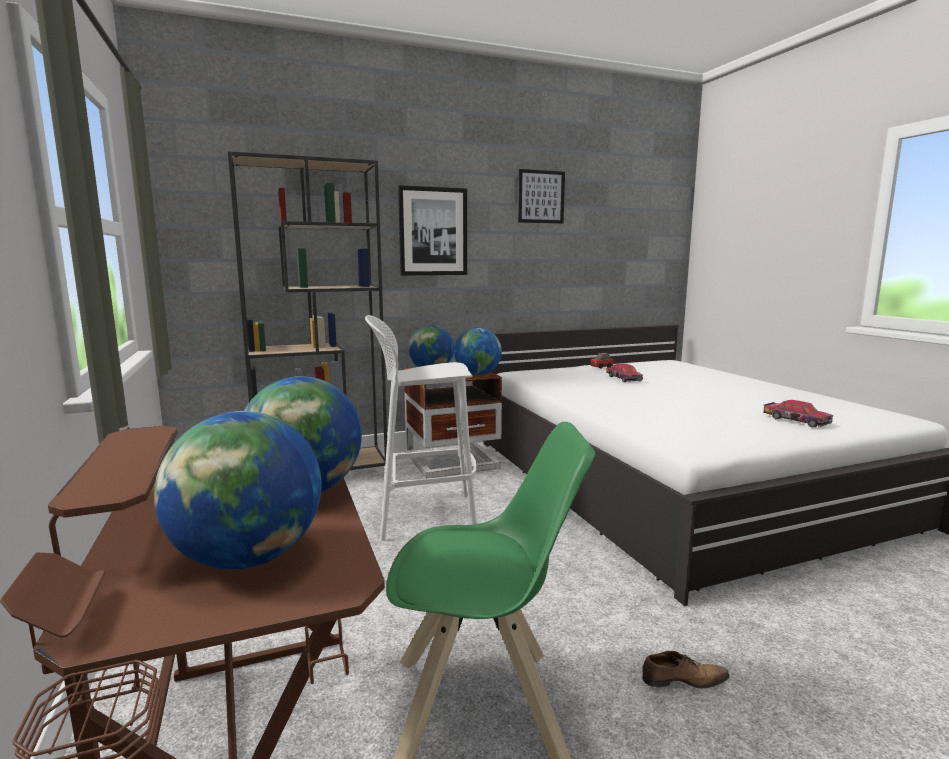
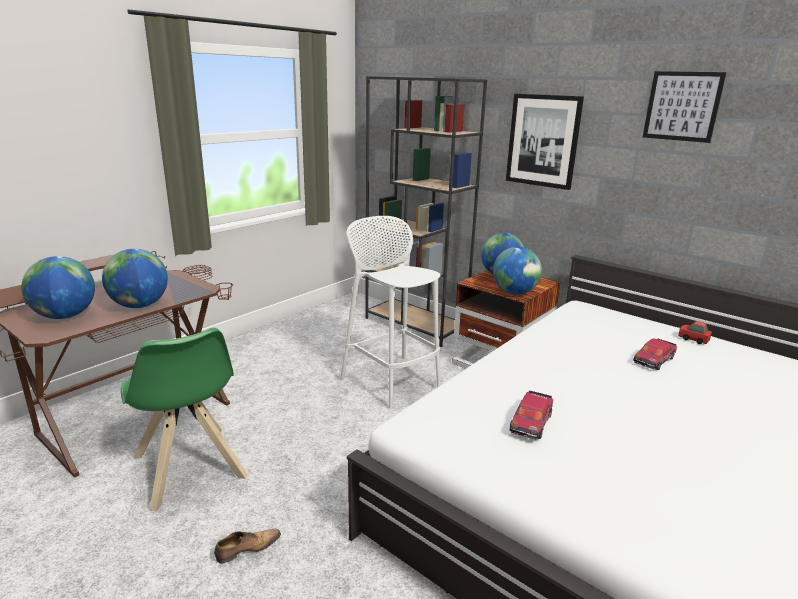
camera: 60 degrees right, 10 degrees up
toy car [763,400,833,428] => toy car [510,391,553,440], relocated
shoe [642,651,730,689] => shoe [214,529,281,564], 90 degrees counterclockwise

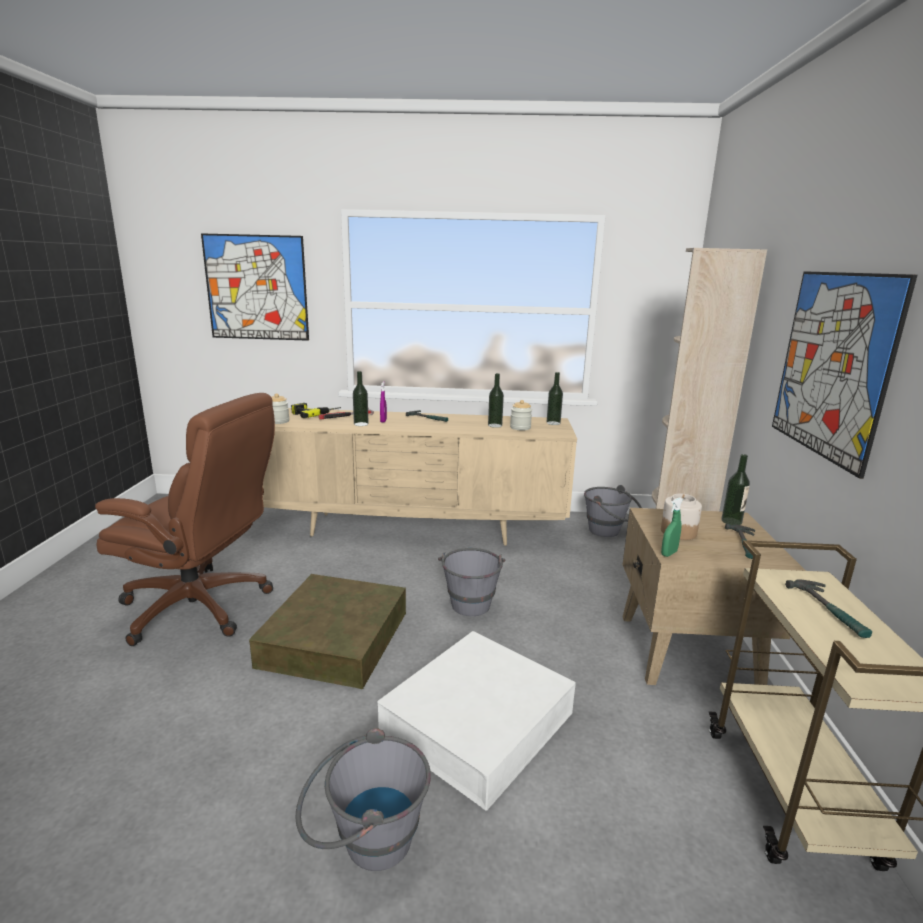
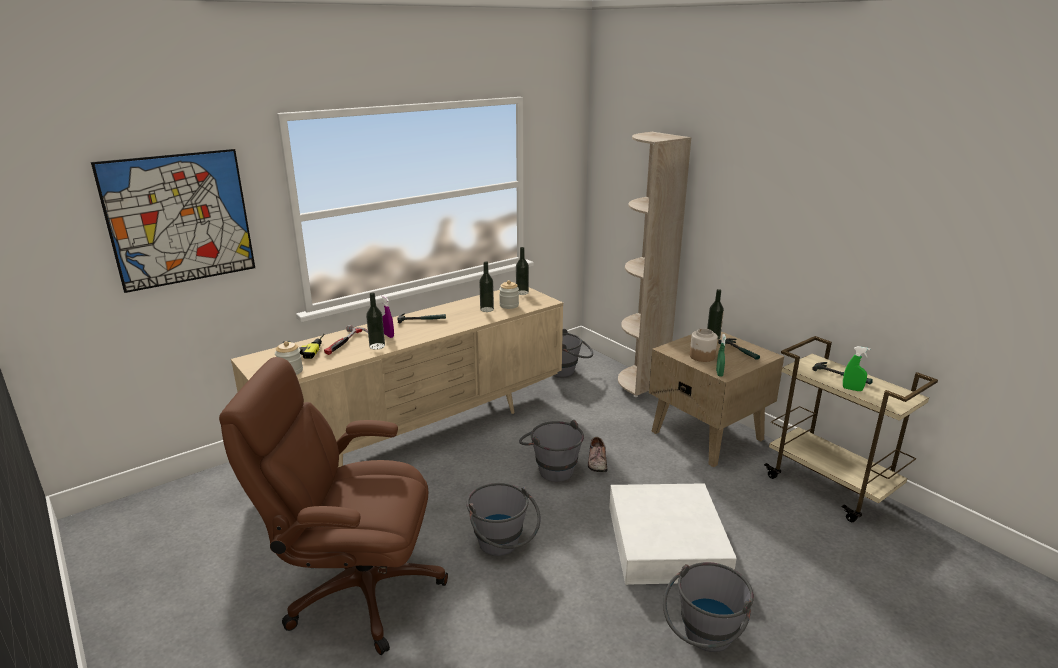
camera: 40 degrees left, 5 degrees up
wall art [772,271,917,479] => nothing
nothing => shoe [588,437,607,472]
nothing => green-coloured hand sprayer [843,346,870,391]
brown storage container [249,574,406,689] => gray bucket [466,483,541,556]
brown computer chair [95,393,275,646] => brown computer chair [219,357,448,655], 150 degrees counterclockwise

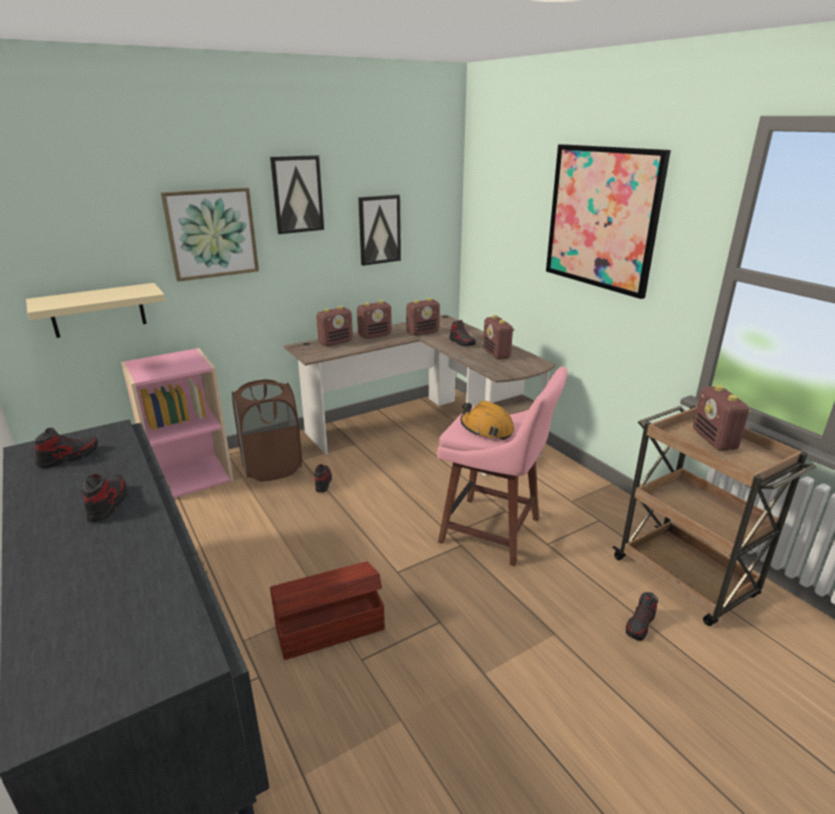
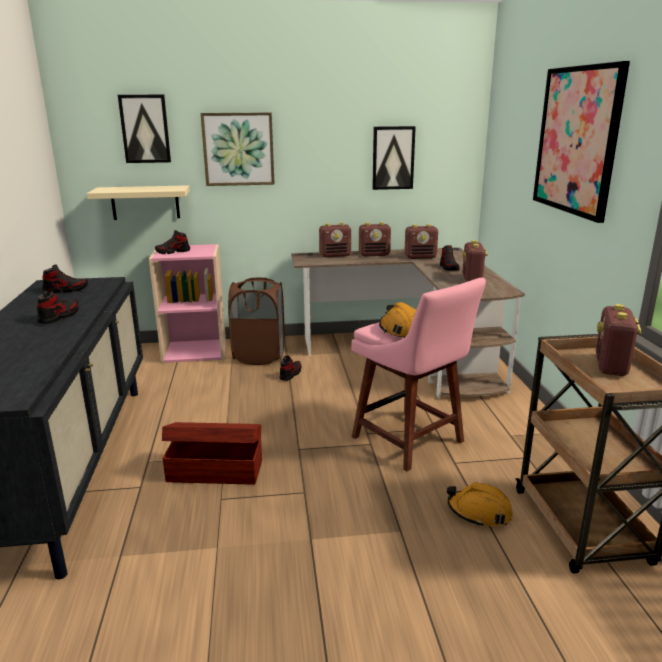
camera: 25 degrees right, 5 degrees down
nothing => orangey work helmet [447,482,513,527]
wall art [270,155,324,234] => wall art [118,95,171,163], relocated
shoe [626,592,658,641] => shoe [155,230,190,254], relocated

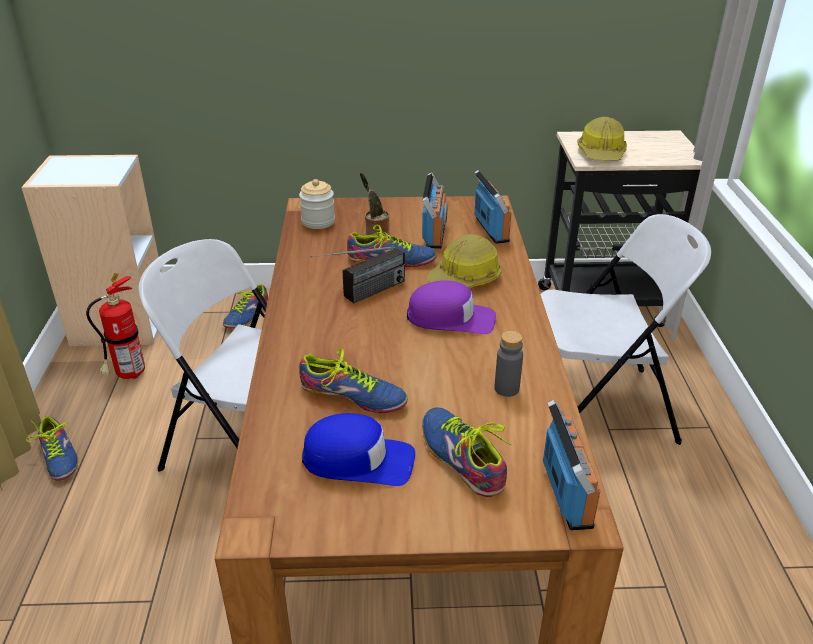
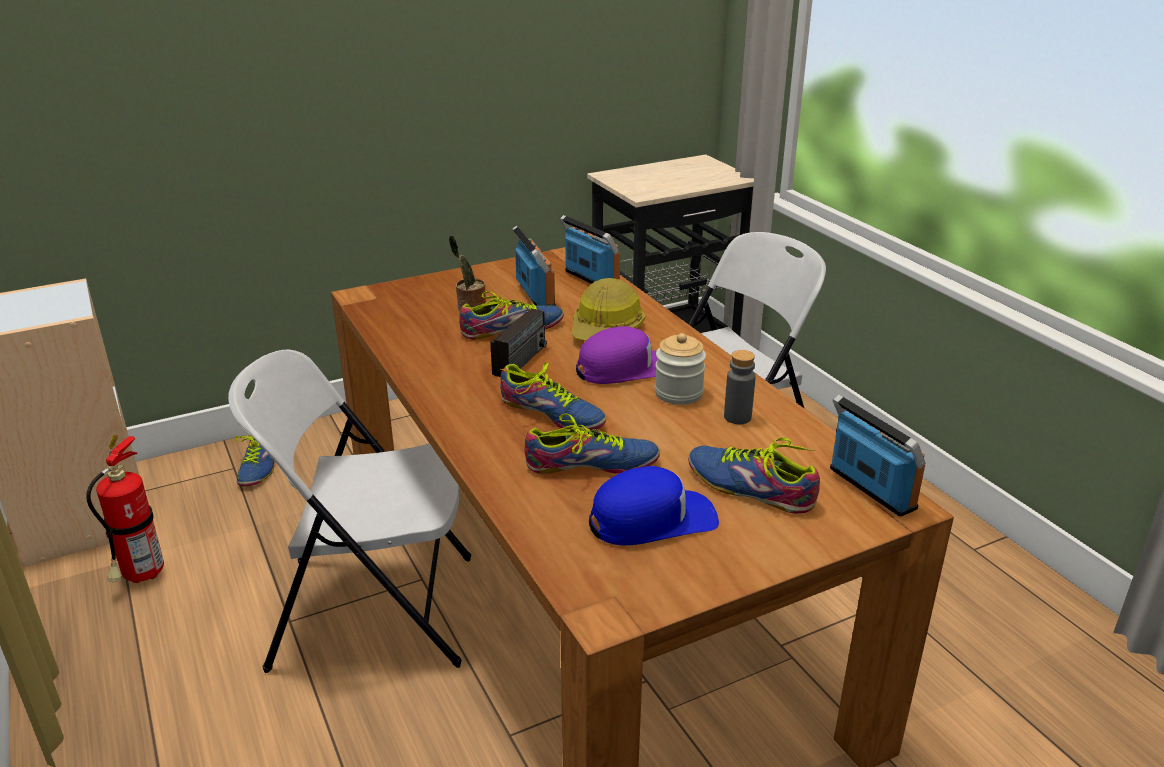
camera: 25 degrees left, 5 degrees down
work helmet [577,117,627,161] => nothing
shoe [26,416,78,481] => shoe [500,362,606,430], relocated
storage jar [299,179,335,229] => storage jar [655,333,706,405], relocated

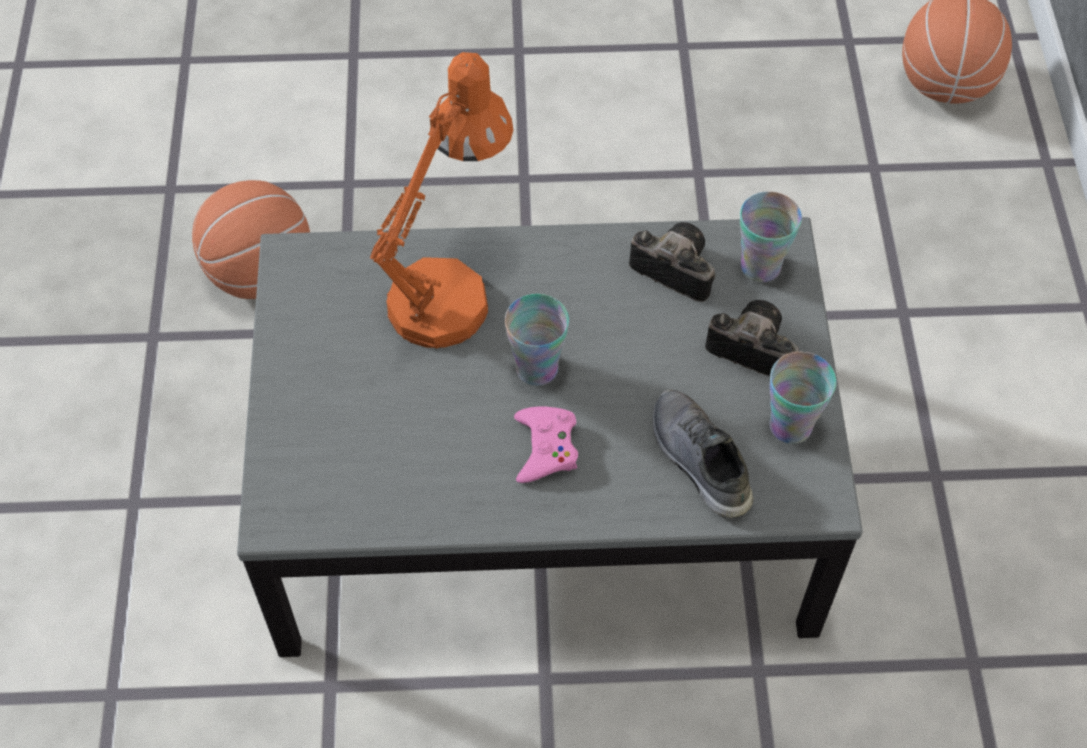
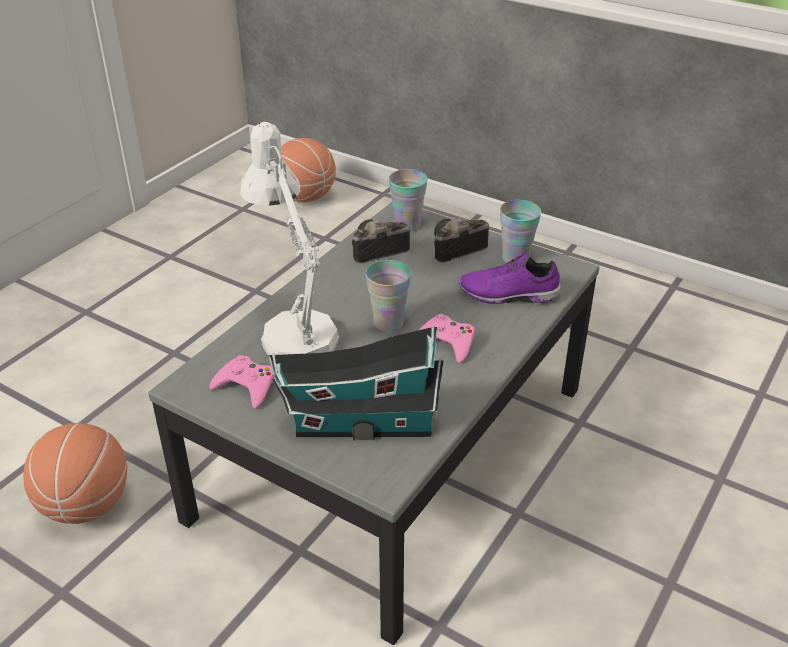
camera: 55 degrees left, 20 degrees down
nothing => pinkish gamepad [210,355,275,409]
nothing => model house [269,325,444,441]
orangey tabletop lamp [370,52,513,349] => white tabletop lamp [240,122,339,356]
gray shoe [653,390,753,518] => purple shoe [459,254,561,304]

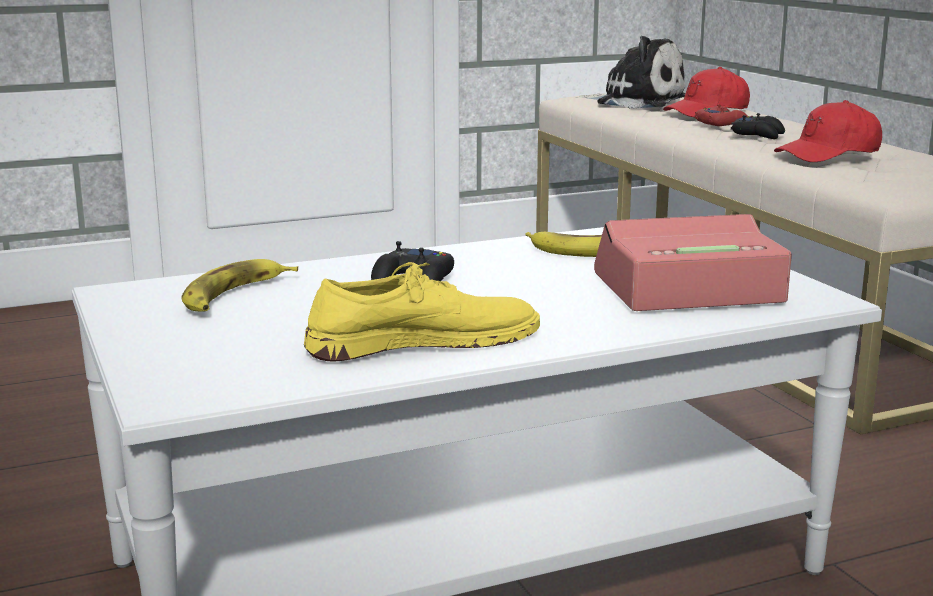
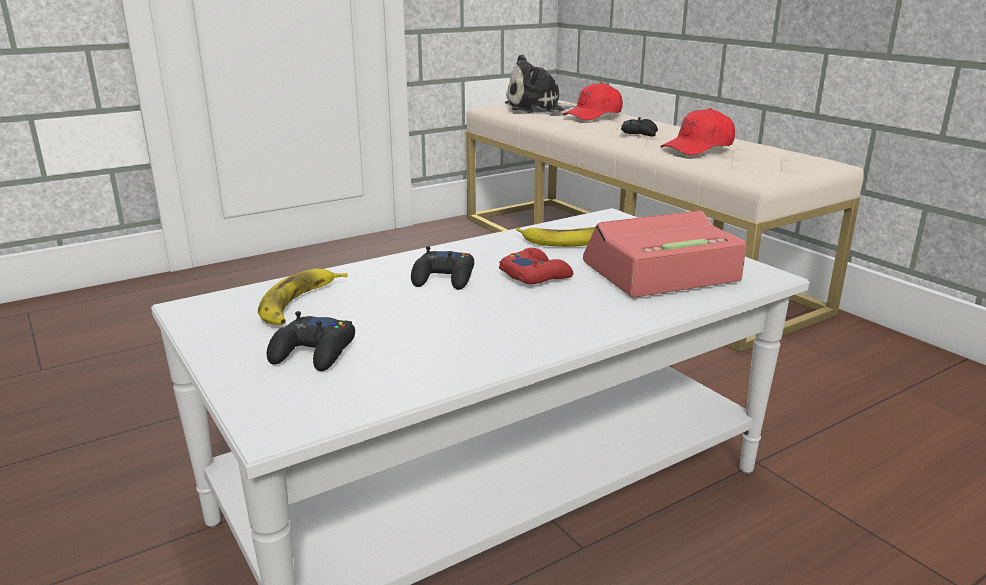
camera: 10 degrees left, 5 degrees up
yellow-coloured shoe [304,262,540,361] => nothing
nothing => black gamepad [267,311,355,371]
reddish gamepad [695,104,747,126] => reddish gamepad [499,248,573,284], relocated
soft toy [575,36,686,109] => soft toy [505,54,577,113], 150 degrees clockwise

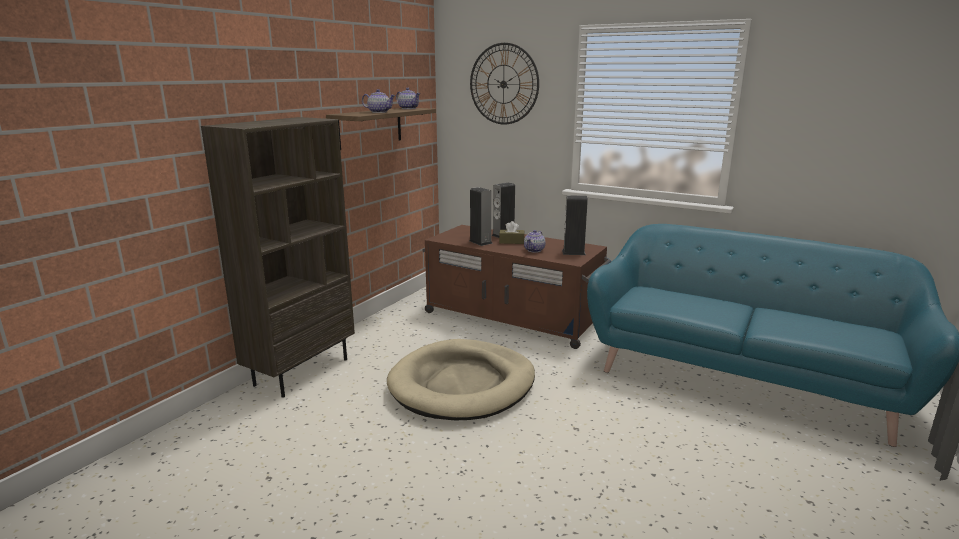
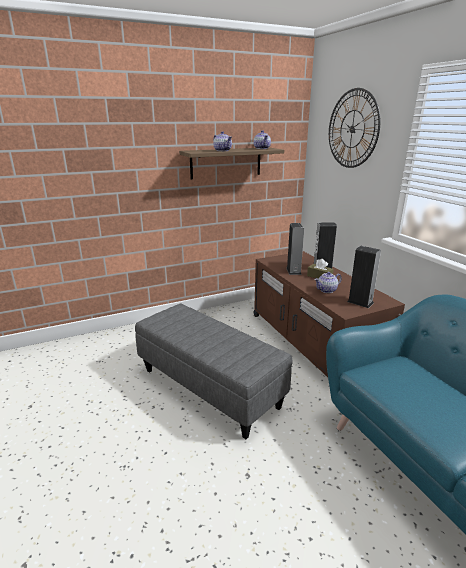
camera: 35 degrees right, 5 degrees up
brown bookcase [201,117,355,398] => nothing
sand-coloured dog cushion [387,339,535,421] => gray pouffe [135,304,292,439]

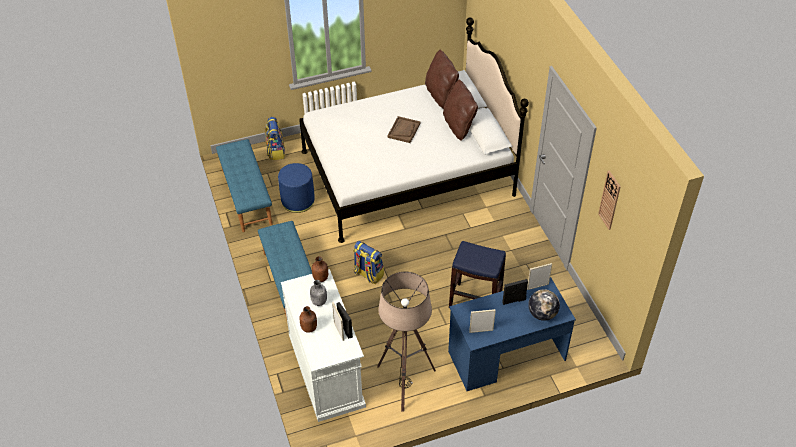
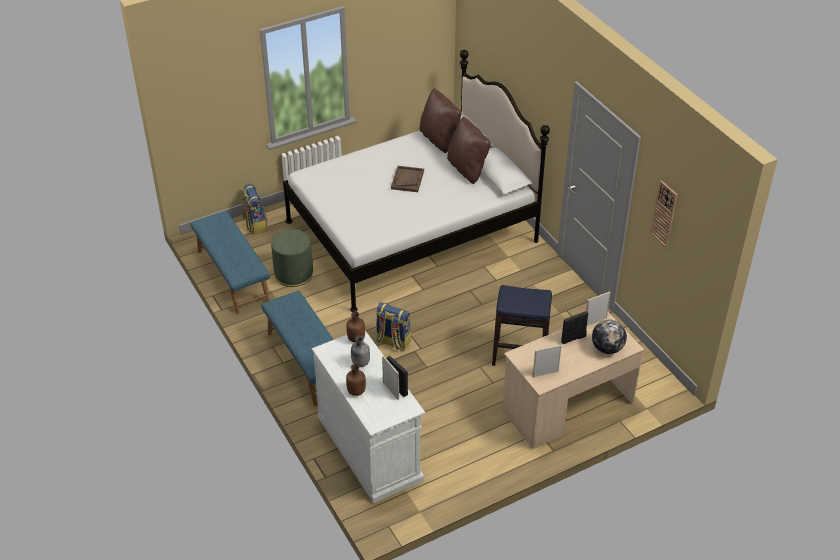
camera: 10 degrees left, 5 degrees down
standard lamp [377,272,436,412] => nothing
blue-coloured pouffe [278,163,315,213] => green-coloured pouffe [271,229,313,287]
blue-coloured desk unit [448,277,576,391] => sand-coloured desk unit [502,312,644,449]

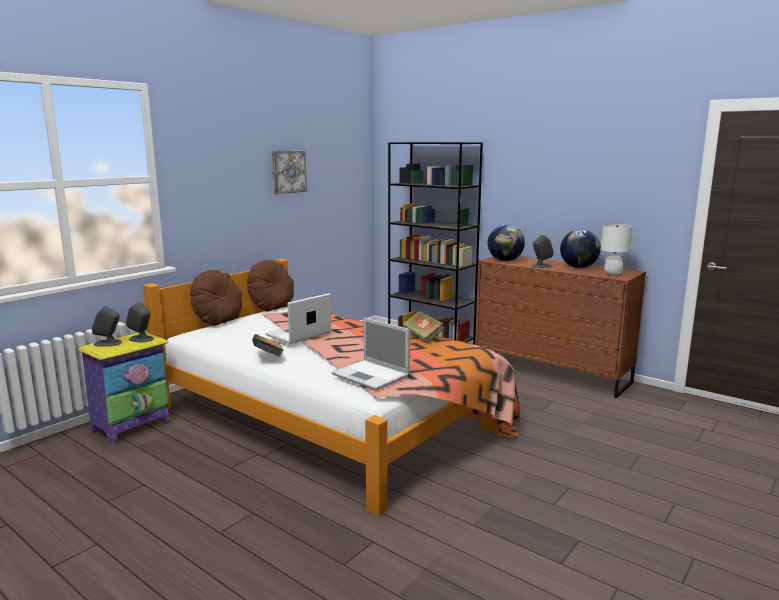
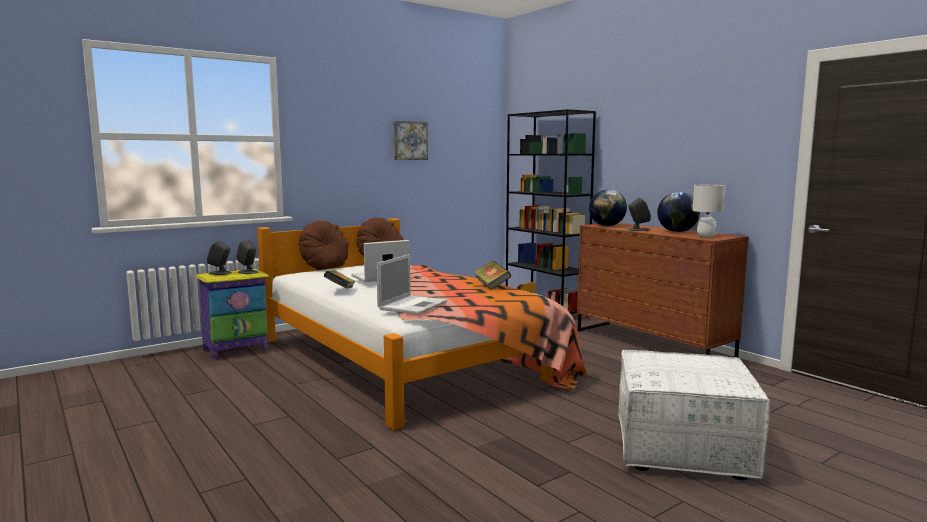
camera: 15 degrees right, 5 degrees down
nothing => white pouffe [618,350,770,480]
portable computer [332,317,410,390] => portable computer [376,254,447,315], 120 degrees counterclockwise

